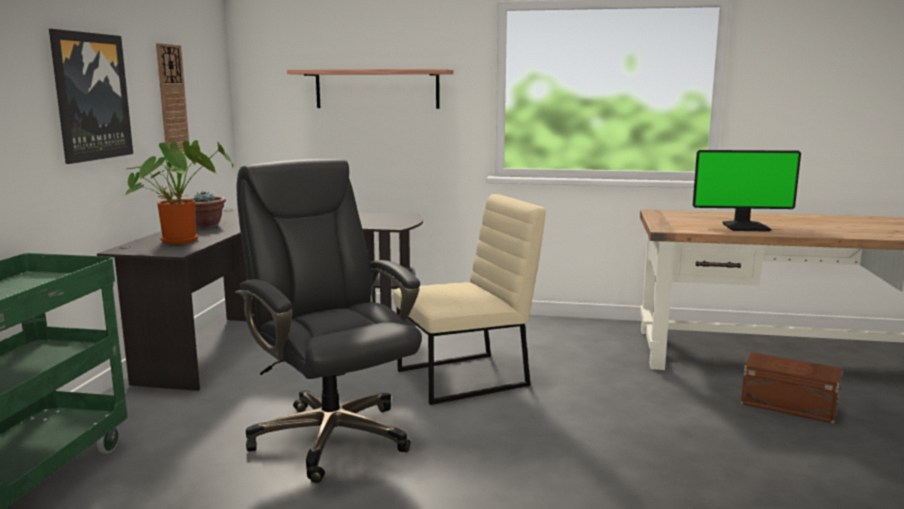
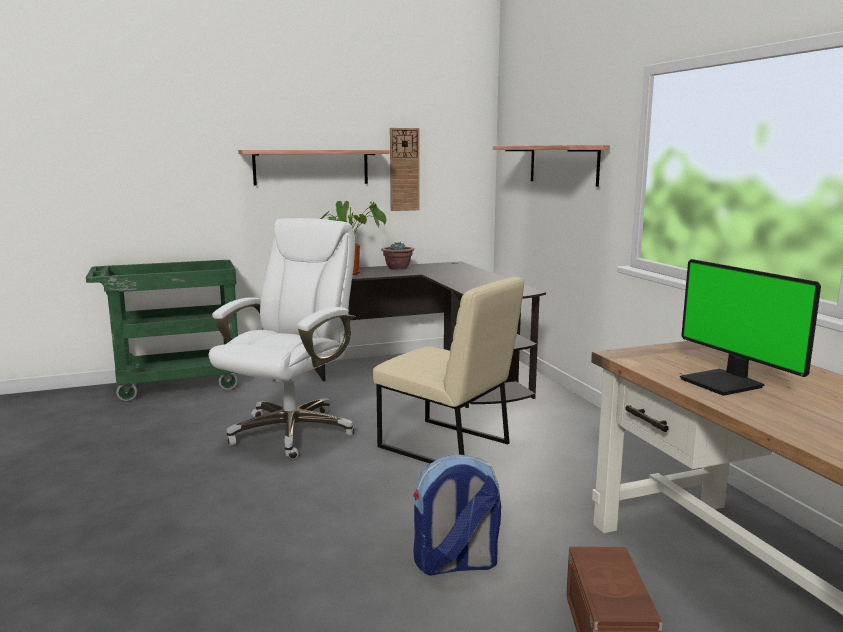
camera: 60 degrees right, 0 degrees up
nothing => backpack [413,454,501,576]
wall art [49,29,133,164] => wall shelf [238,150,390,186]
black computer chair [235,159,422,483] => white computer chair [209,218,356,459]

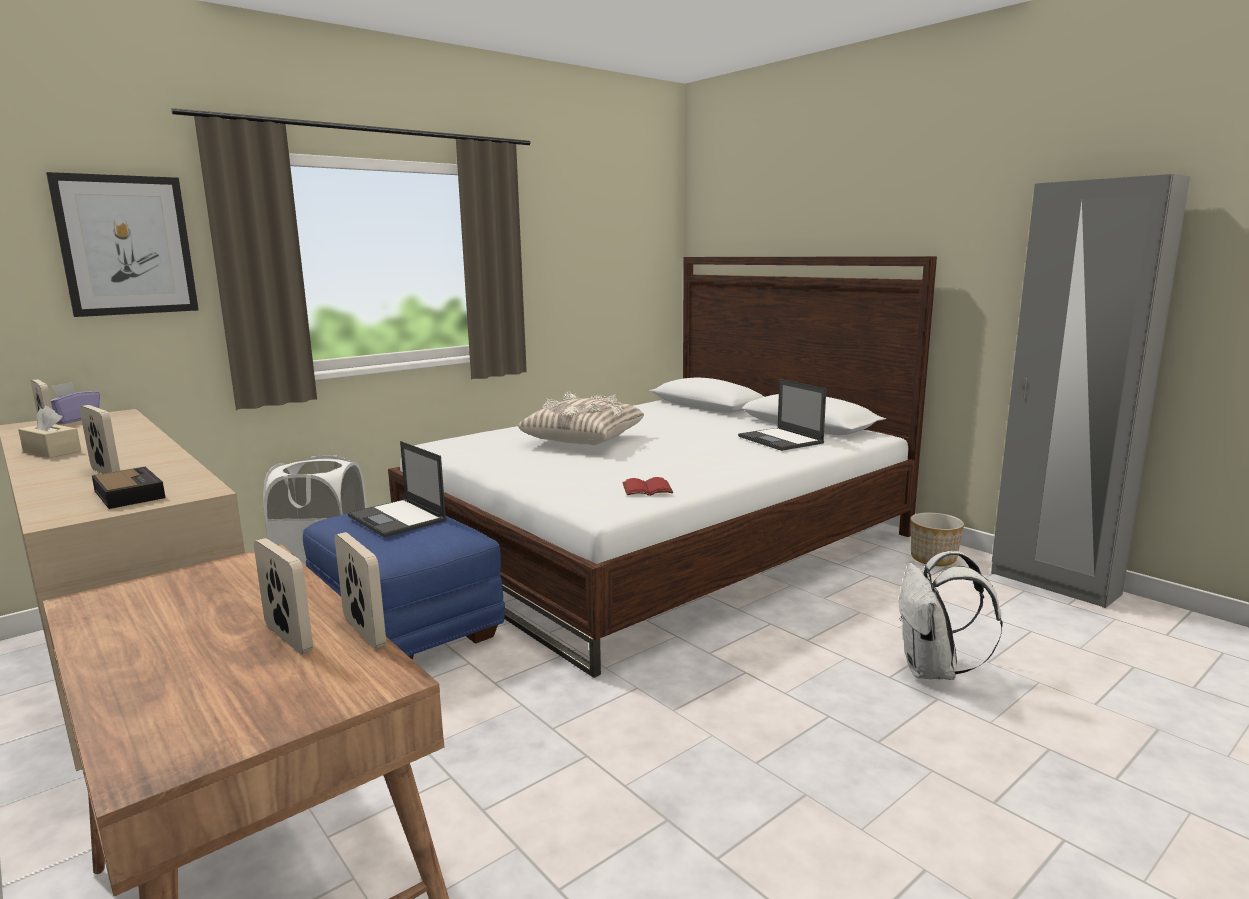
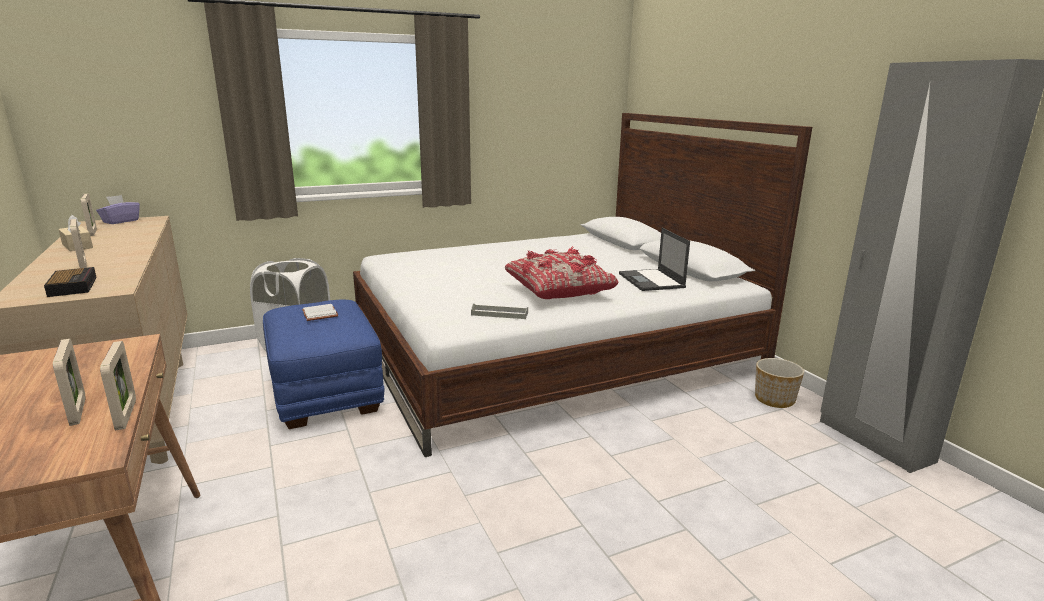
camera: 15 degrees right, 5 degrees up
wall art [46,172,199,317] => nothing
sand-coloured pillow [518,391,644,445] => nothing
white backpack [898,551,1003,680] => nothing
nothing => reddish pillow [505,247,618,299]
portable computer [348,441,447,537] => white book [302,304,338,321]
reddish book [622,477,673,496] => gray serving tray [471,303,528,319]

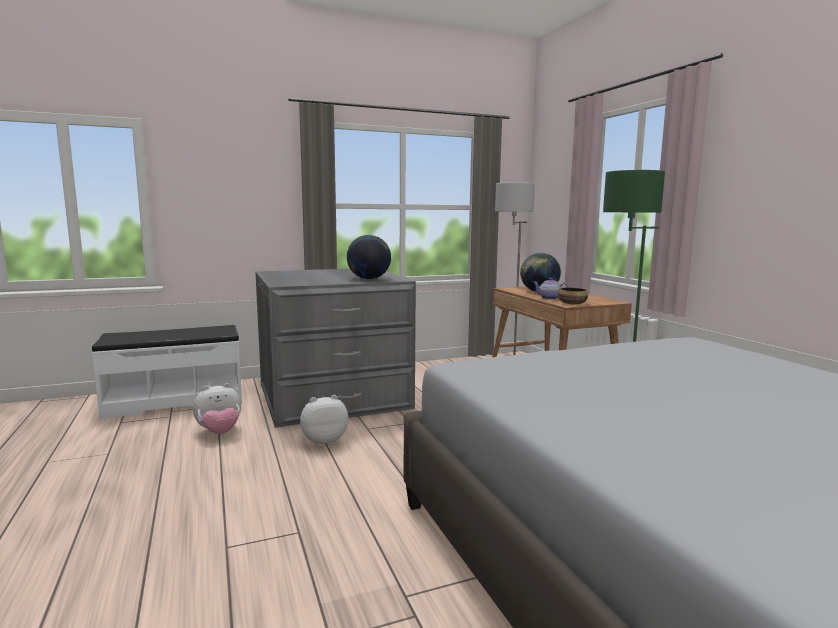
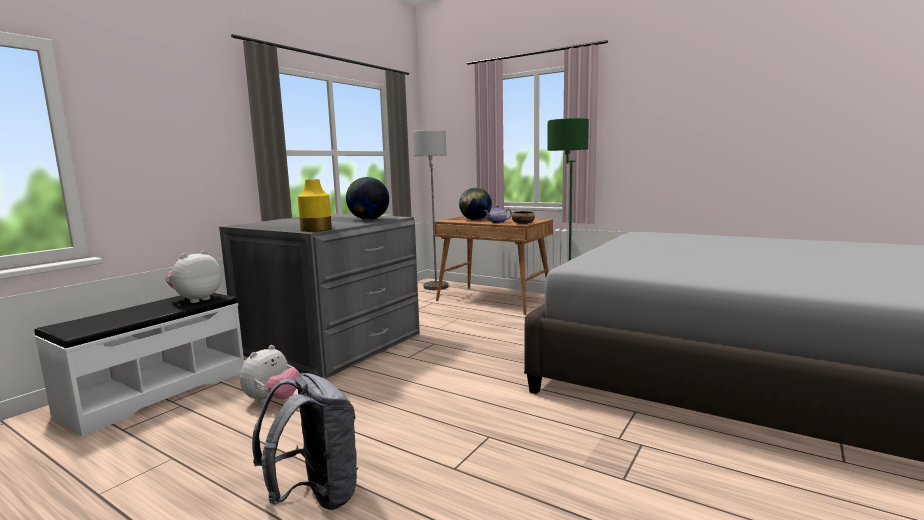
camera: 35 degrees left, 0 degrees up
nothing => gray backpack [252,373,358,510]
nothing => yellow-coloured decorative vase [298,179,332,232]
soft toy [300,395,348,447] => soft toy [165,250,222,303], relocated

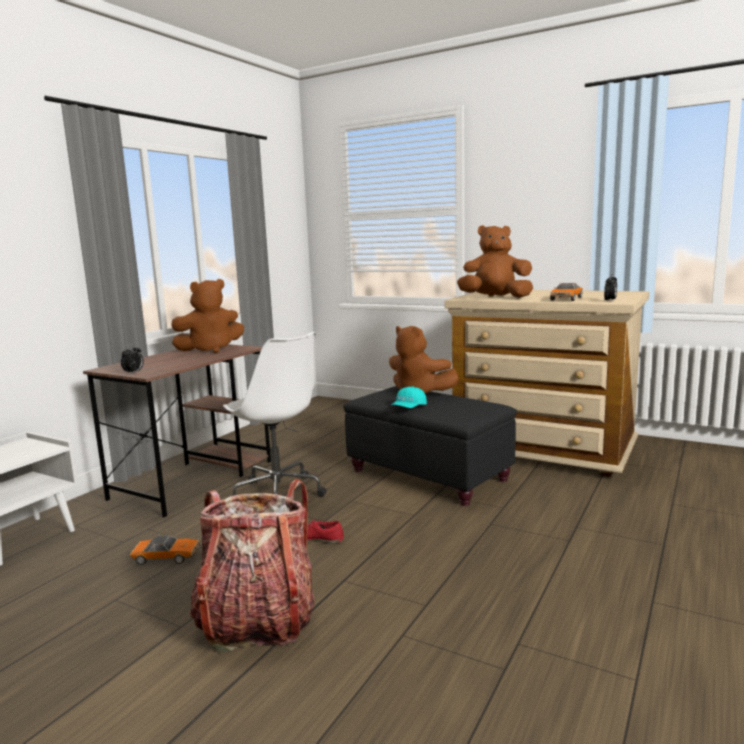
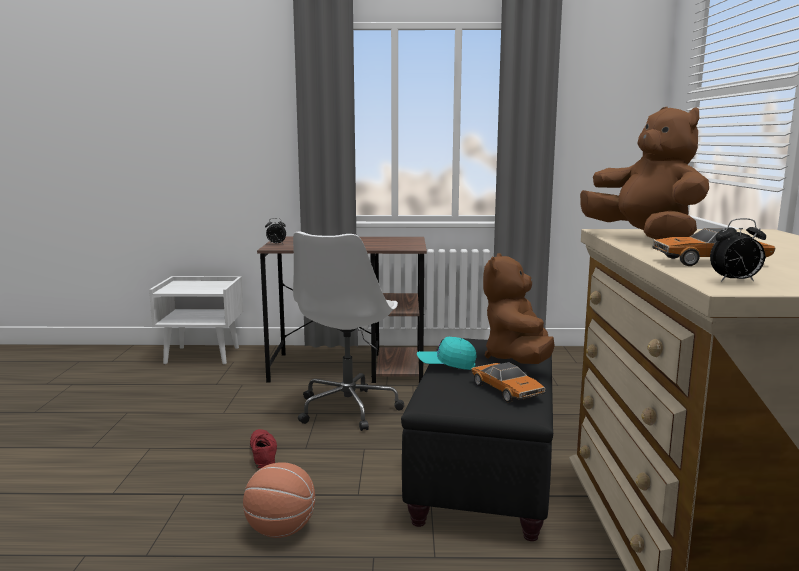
camera: 60 degrees right, 0 degrees up
brown soft toy [171,279,244,353] => nothing
backpack [190,479,315,652] => nothing
nothing => basketball ball [243,462,315,538]
toy car [130,535,200,565] => toy car [471,362,546,403], relocated

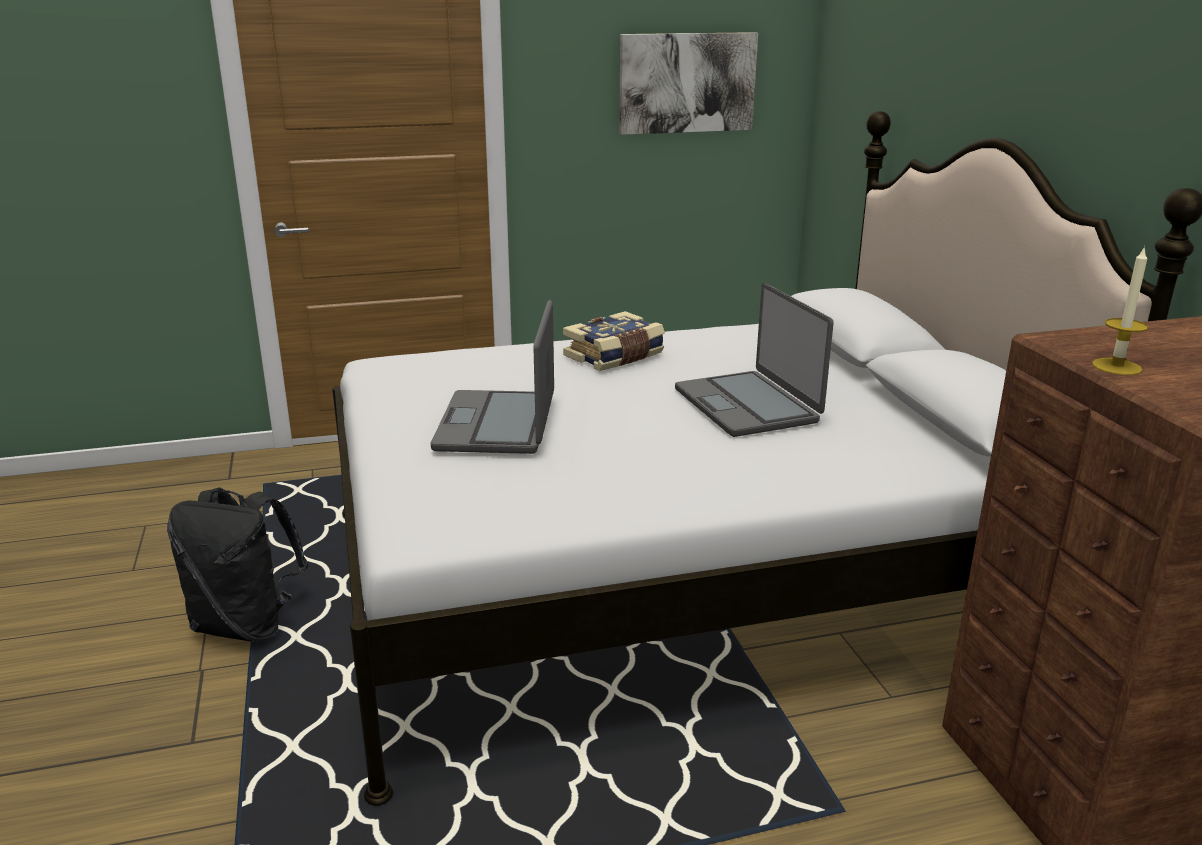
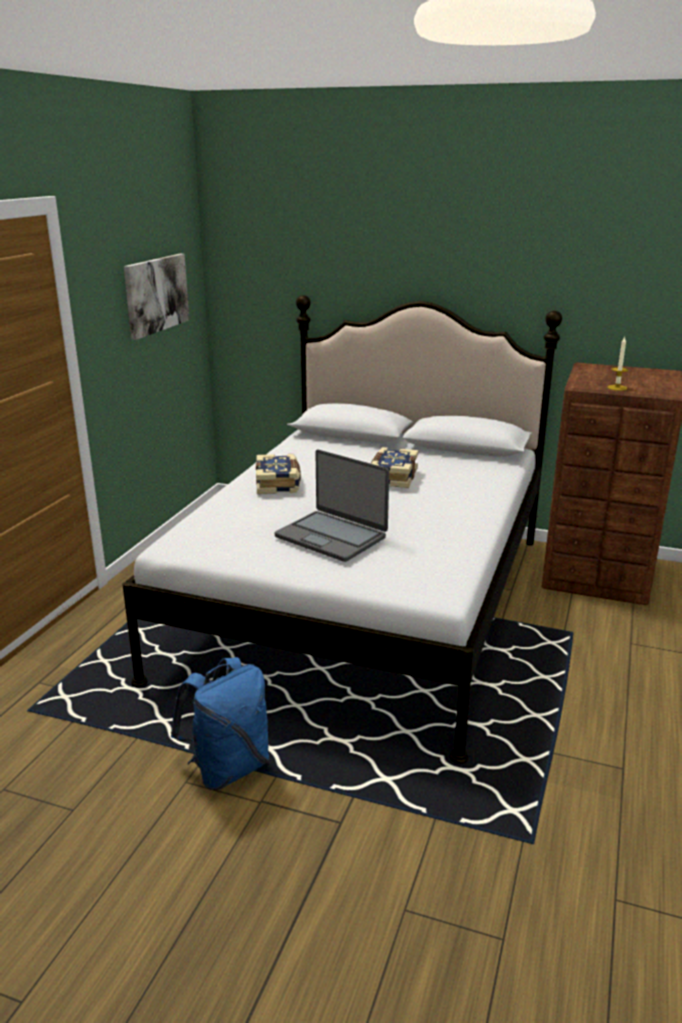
camera: 55 degrees left, 0 degrees up
portable computer [675,283,834,437] => book [371,447,418,488]
black backpack [167,487,308,642] => blue-coloured backpack [171,657,269,790]

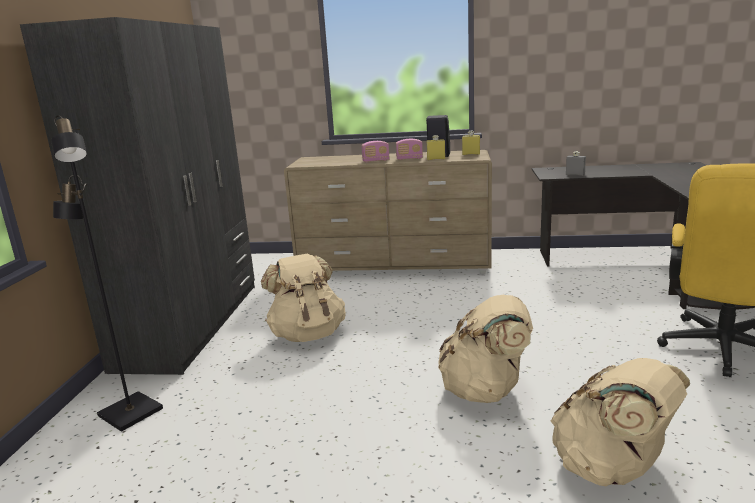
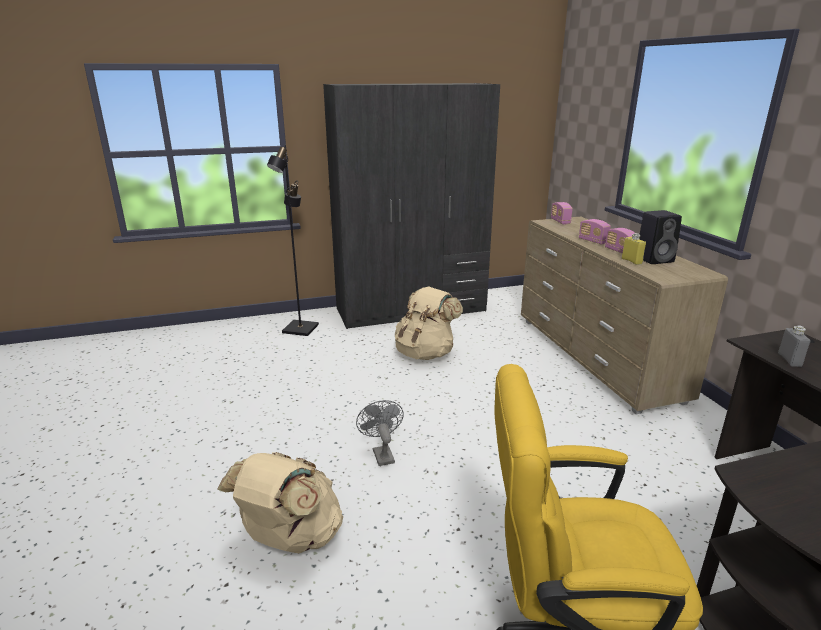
camera: 65 degrees right, 5 degrees up
yellow-coloured beverage bottle [462,131,480,155] => nothing
nothing => radio set [551,202,573,224]
sand-coloured backpack [438,295,533,403] => gray cooling fan [356,400,404,466]

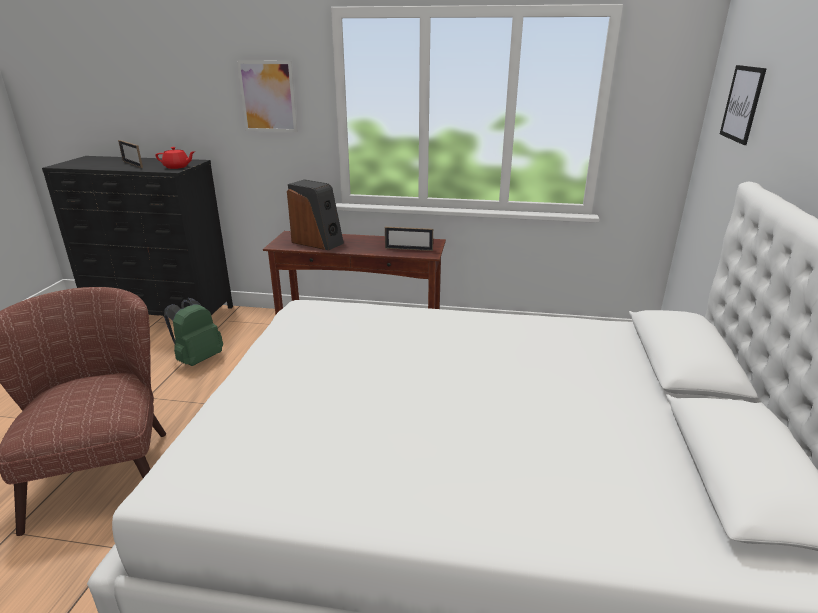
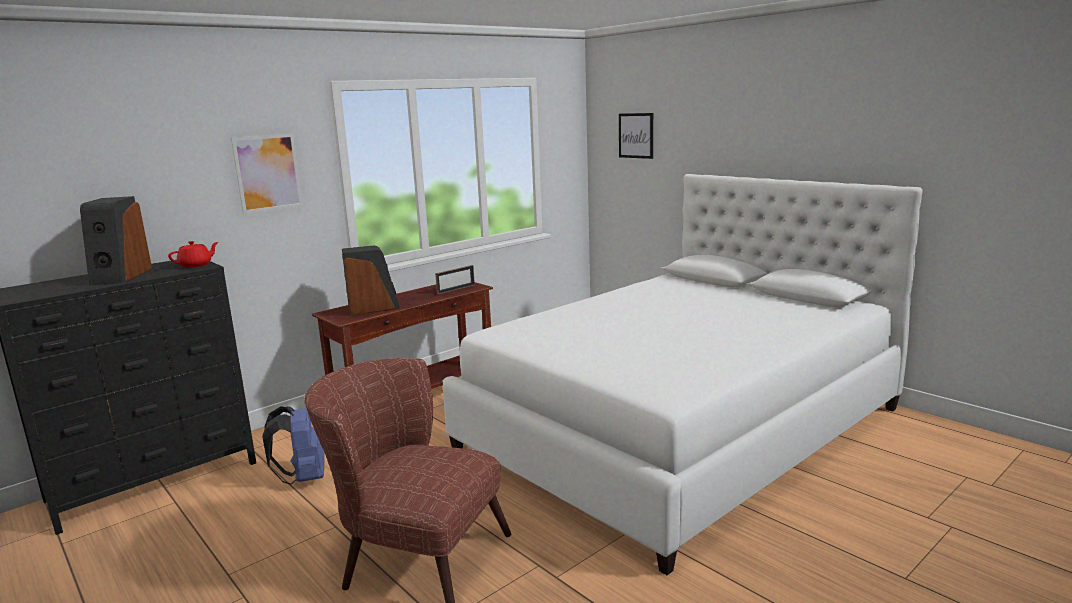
camera: 50 degrees left, 10 degrees down
standing frame [118,140,143,168] => loudspeaker [80,196,152,285]
green-coloured backpack [164,298,223,366] => blue-coloured backpack [262,406,325,485]

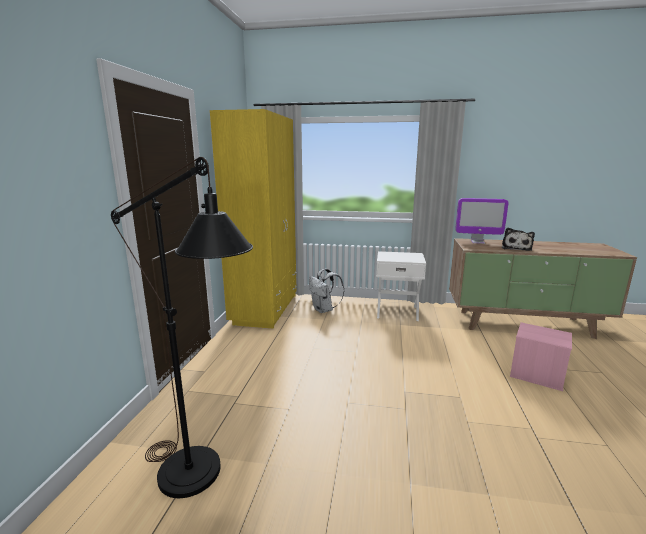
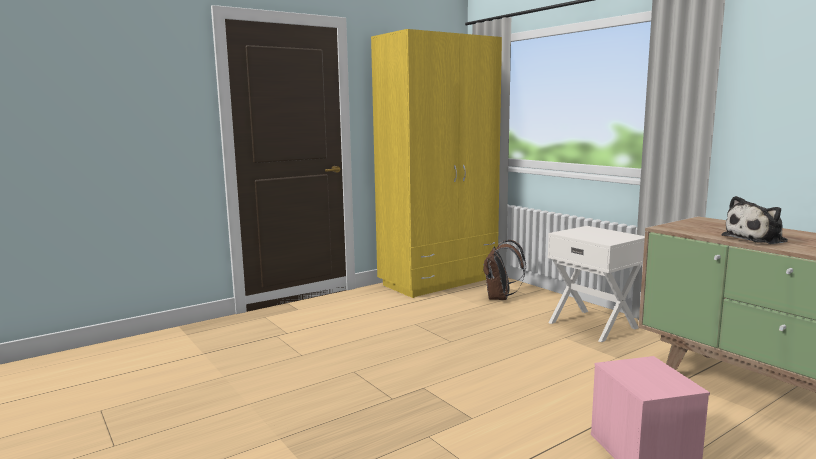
camera: 45 degrees right, 5 degrees down
black standard lamp [111,157,253,498] => nothing
computer screen [455,198,508,244] => nothing
white backpack [309,269,344,313] => brown backpack [483,240,526,300]

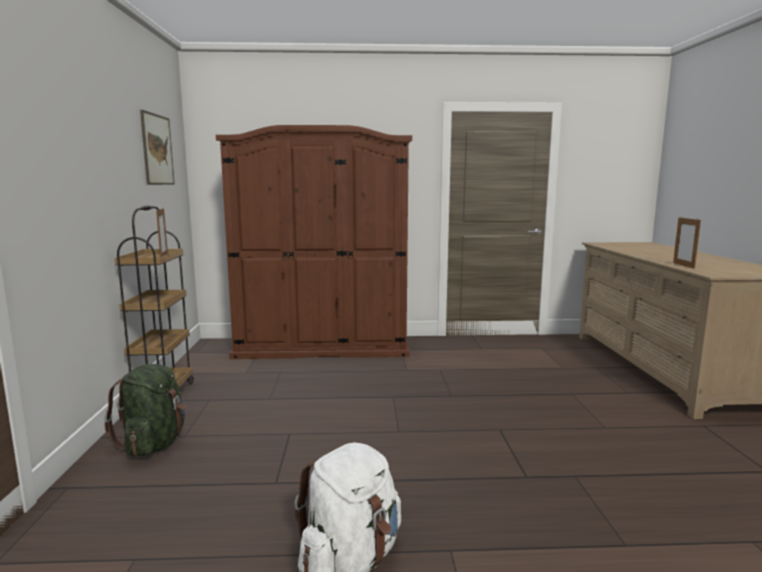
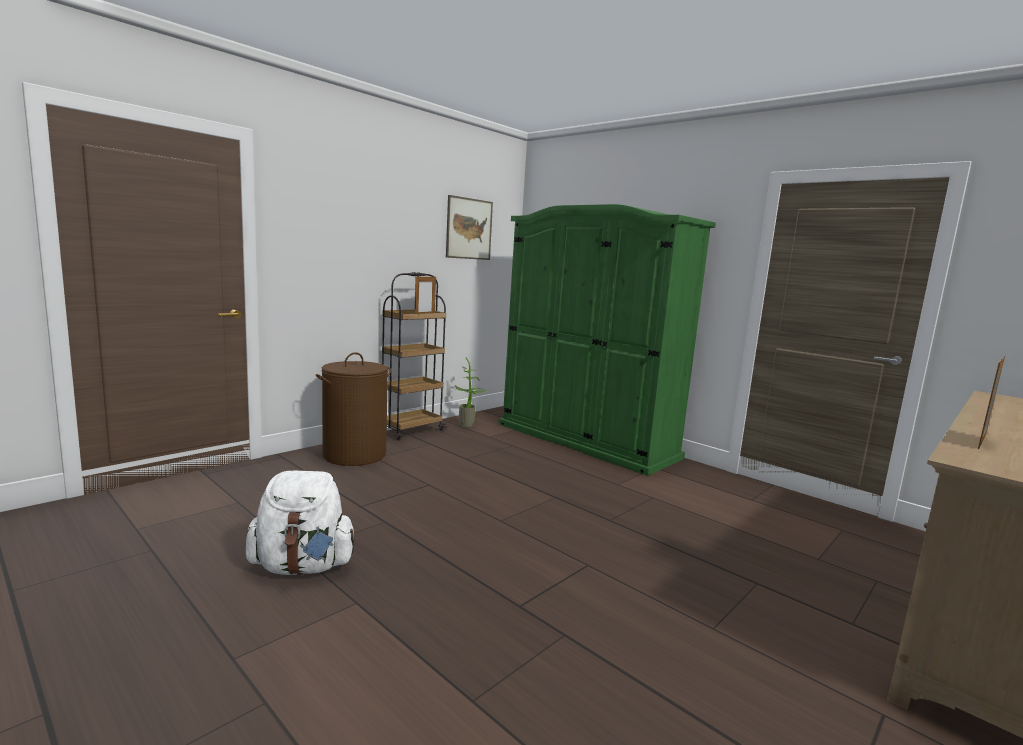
camera: 45 degrees right, 0 degrees up
nothing => potted plant [455,357,489,427]
green-coloured backpack [104,364,186,457] => brown laundry basket [316,352,391,466]
brown clothes cupboard [216,125,412,359] => green-coloured clothes cupboard [499,204,716,476]

